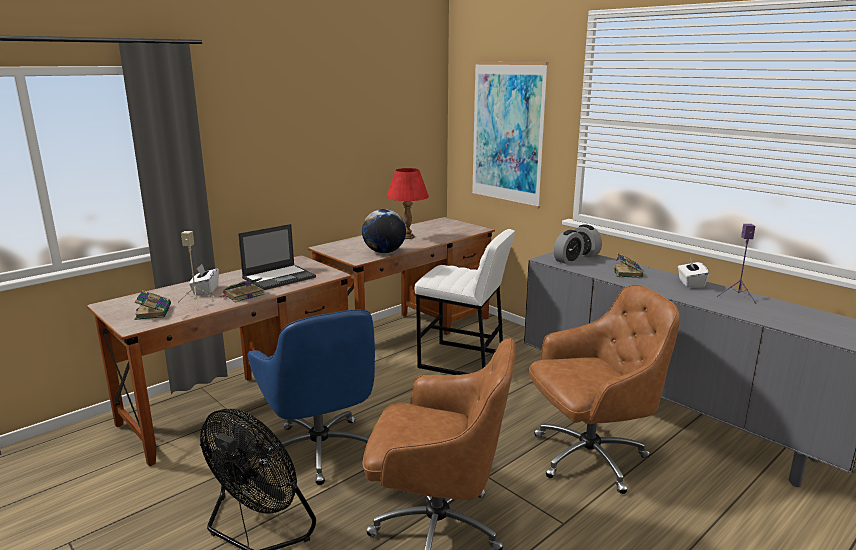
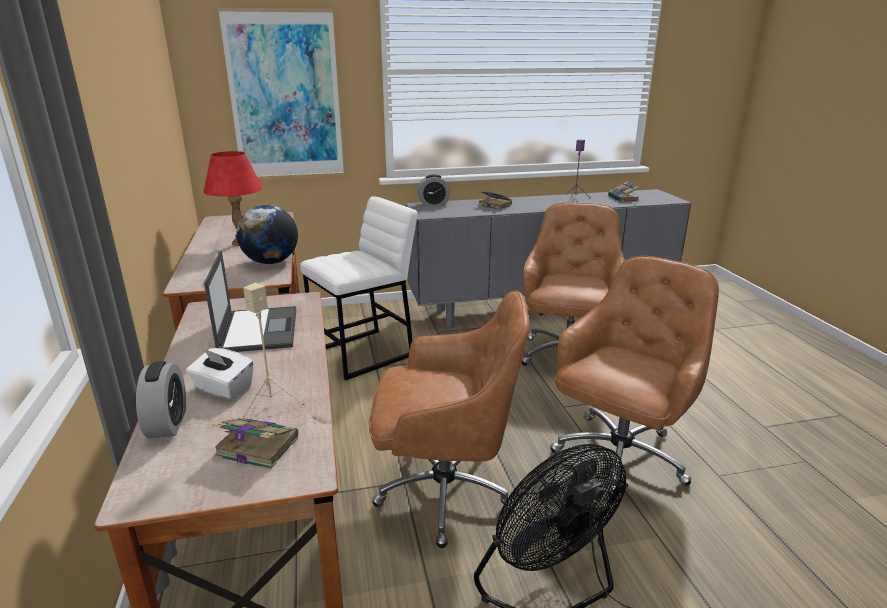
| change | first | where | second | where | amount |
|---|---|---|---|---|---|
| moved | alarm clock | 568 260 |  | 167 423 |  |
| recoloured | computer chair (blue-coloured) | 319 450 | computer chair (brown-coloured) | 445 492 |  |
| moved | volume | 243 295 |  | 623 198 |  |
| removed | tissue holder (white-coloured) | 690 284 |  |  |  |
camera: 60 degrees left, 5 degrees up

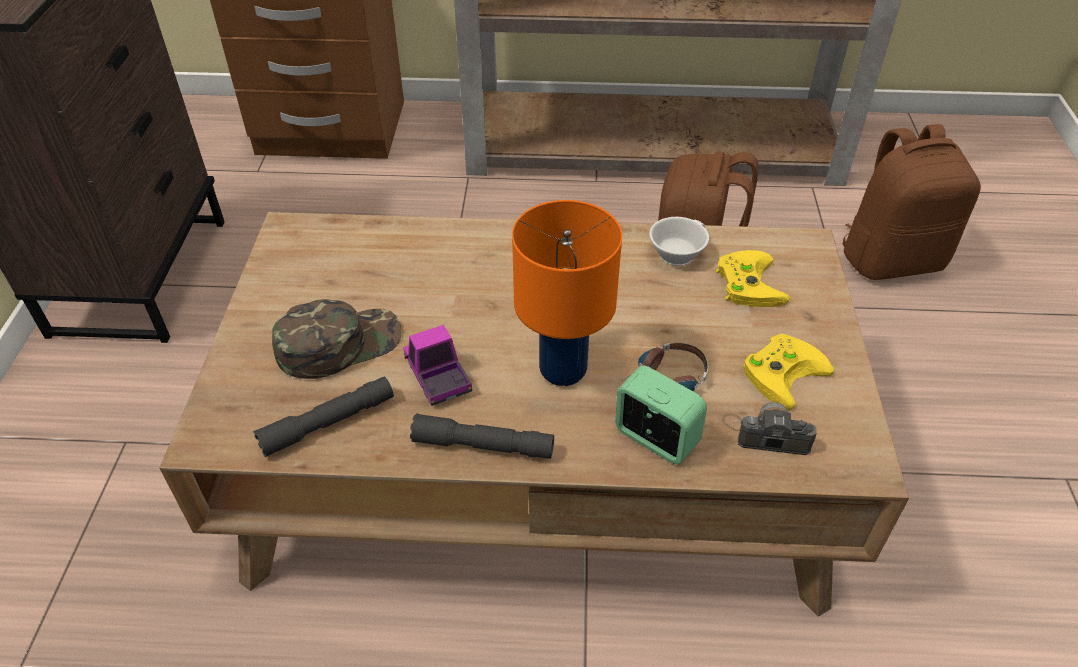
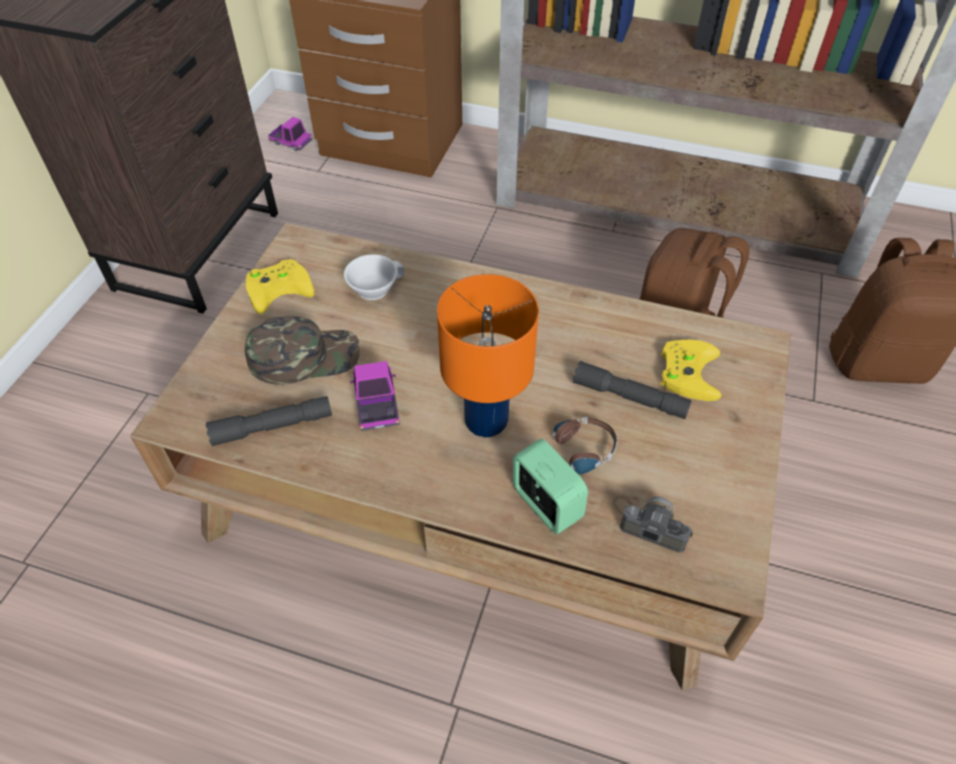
| change | first | where | second | where | amount |
|---|---|---|---|---|---|
| moved | gamepad (yellow) | 783 371 |  | 280 287 |  |
| added |  |  | toy truck | 291 142 |  |
| moved | cup (white-coloured) | 675 252 |  | 373 287 |  |
| moved | hand torch (grey) | 483 445 |  | 629 397 |  |
camera: 15 degrees right, 5 degrees up

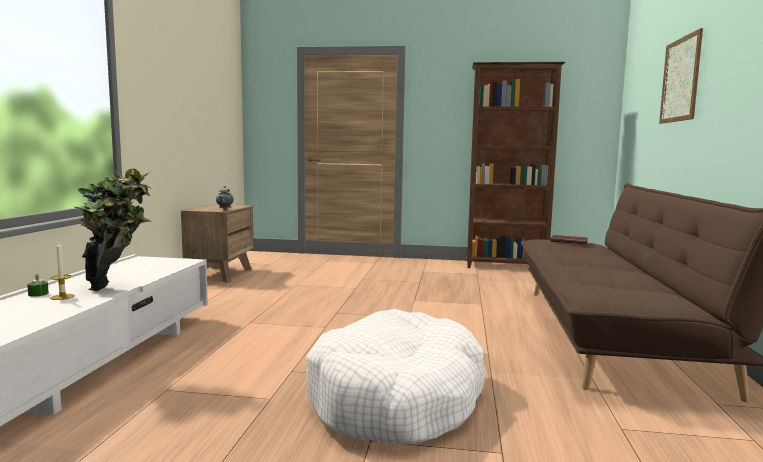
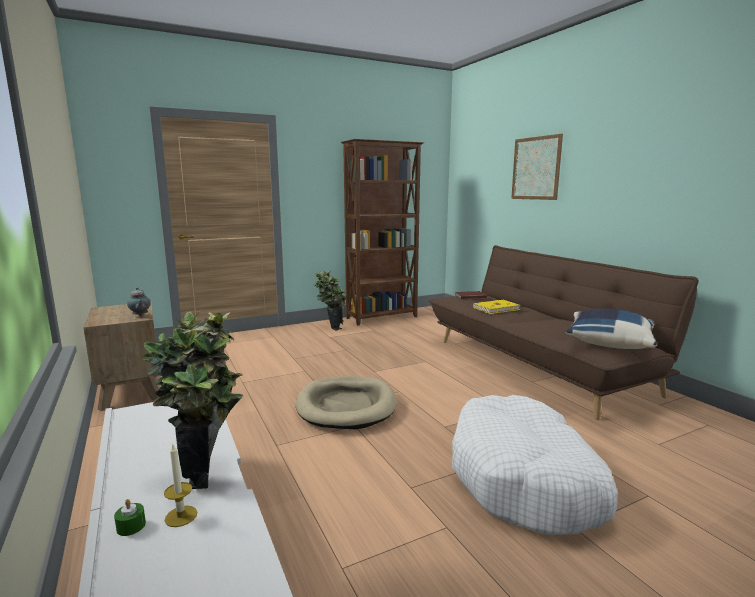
| change | first | where | second | where | amount |
|---|---|---|---|---|---|
| added |  |  | dog bed (beige-coloured) | 346 406 |  |
| added |  |  | plant in a pot | 331 327 |  |
| added |  |  | volume (yellow) | 495 308 |  |
| added |  |  | throw pillow (blue-coloured) | 608 343 |  |
camera: 35 degrees left, 5 degrees up

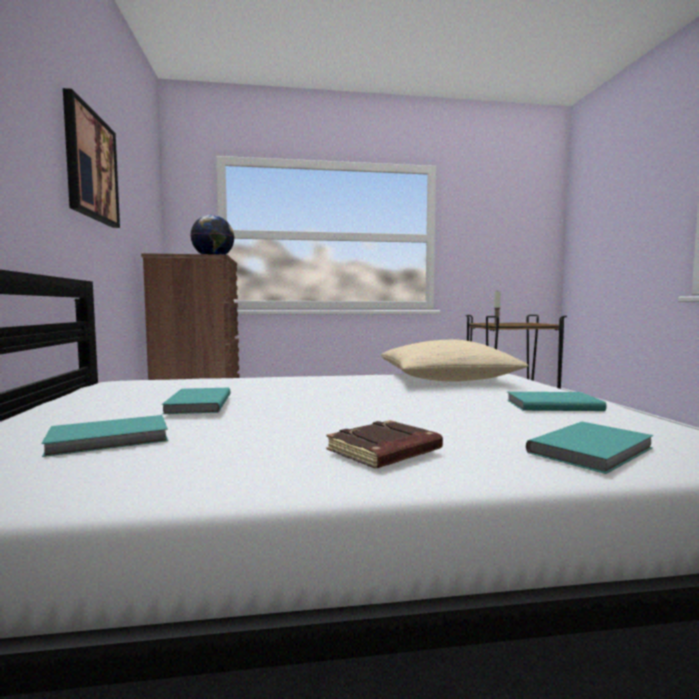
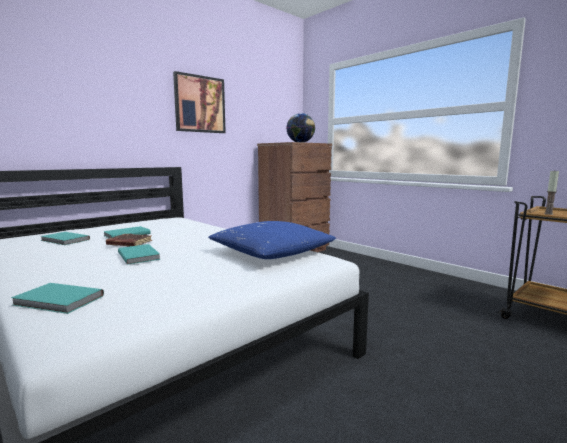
| change | first | where | second | where | amount |
|---|---|---|---|---|---|
| moved | volume (brown-coloured) | 384 452 |  | 128 243 |  |
| moved | volume (blue-green) | 551 405 |  | 139 255 |  |
| recoloured | throw pillow (beige-coloured) | 445 379 | throw pillow (blue-coloured) | 271 253 |  |
camera: 55 degrees right, 5 degrees up

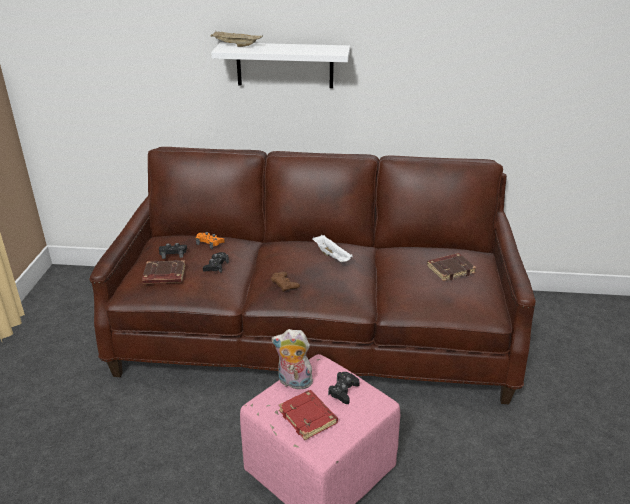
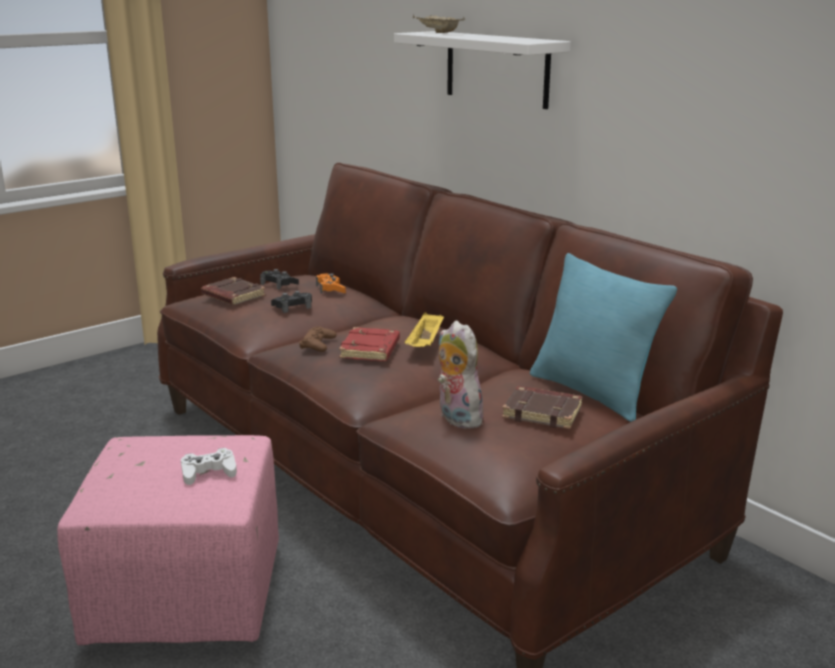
| change | first | where | second | where | amount |
|---|---|---|---|---|---|
| recoloured | gamepad (blackish) | 343 391 | gamepad (white-coloured) | 208 472 |  |
| moved | volume (red) | 309 417 |  | 371 350 |  |
| recoloured | tray (white-coloured) | 332 256 | tray (yellow) | 425 344 |  |
| moved | soft toy | 293 383 |  | 456 418 |  |
| added |  |  | throw pillow (blue-green) | 592 393 |  |
camera: 45 degrees right, 10 degrees down

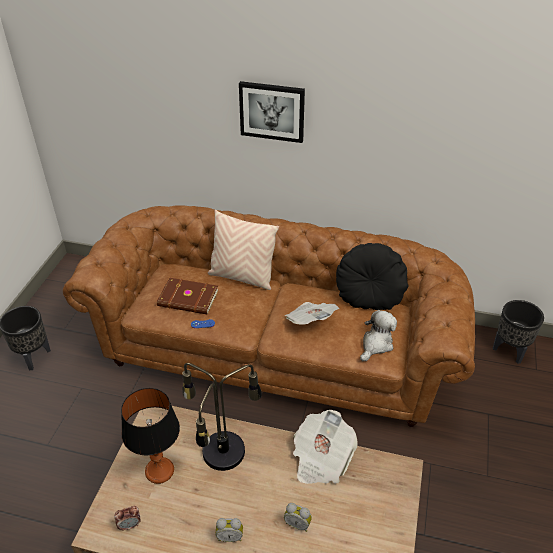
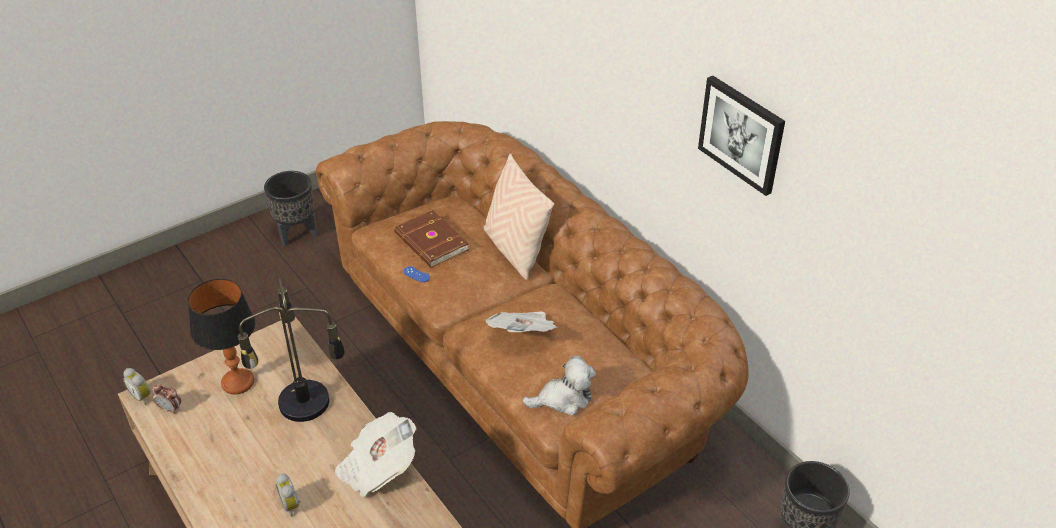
| change | first | where | second | where | amount |
|---|---|---|---|---|---|
| moved | alarm clock | 230 536 |  | 142 396 |  |
| moved | picture | 272 111 |  | 742 134 |  |
| removed | throw pillow (blackish) | 369 301 |  |  |  |
camera: 40 degrees right, 0 degrees up

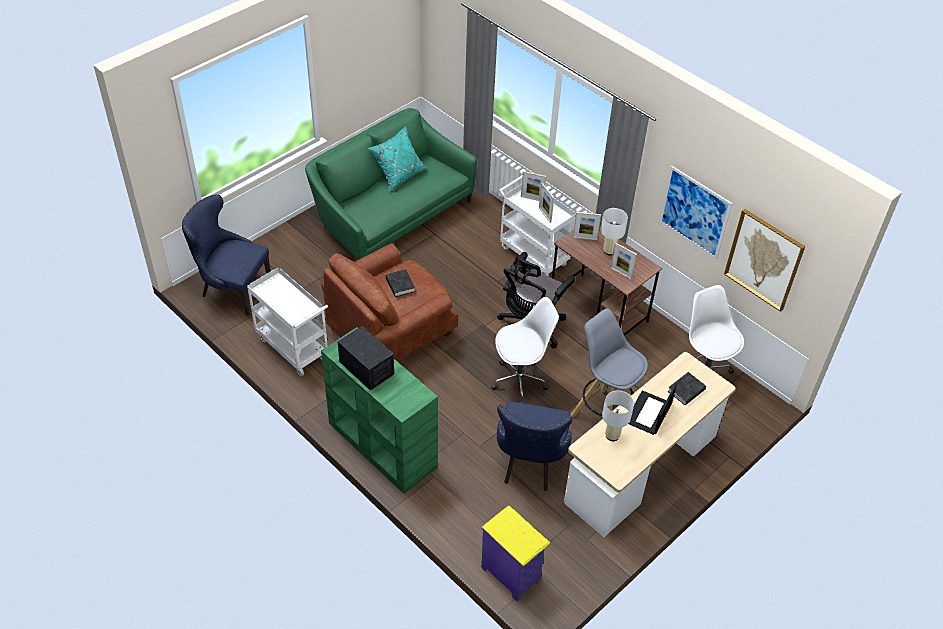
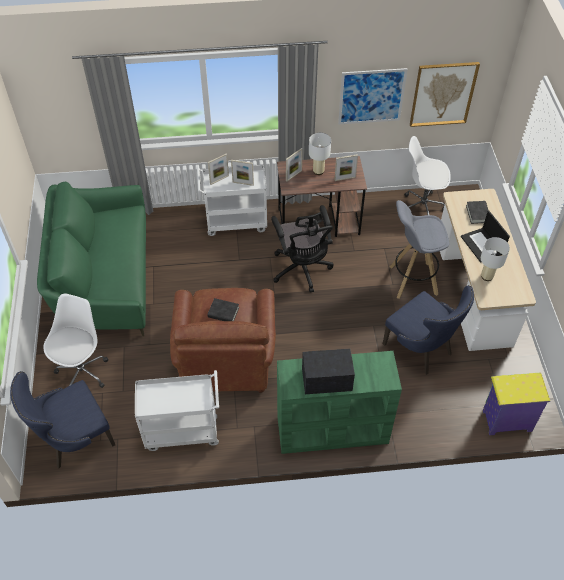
| change | first | where | second | where | amount |
|---|---|---|---|---|---|
| moved | computer chair (white-coloured) | 520 381 |  | 83 371 |  |
| removed | throw pillow (blue-green) | 398 174 |  |  |  |
camera: 50 degrees left, 5 degrees up

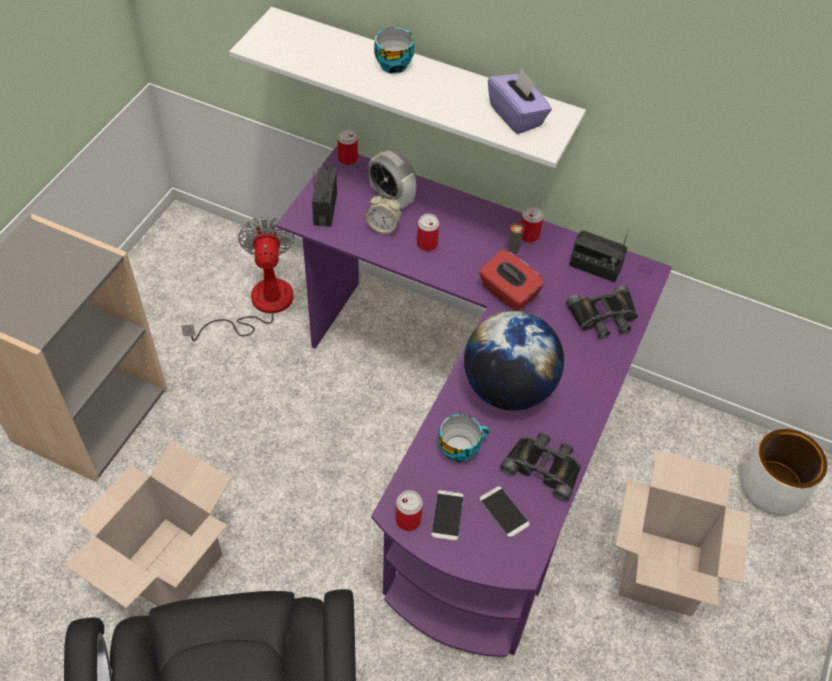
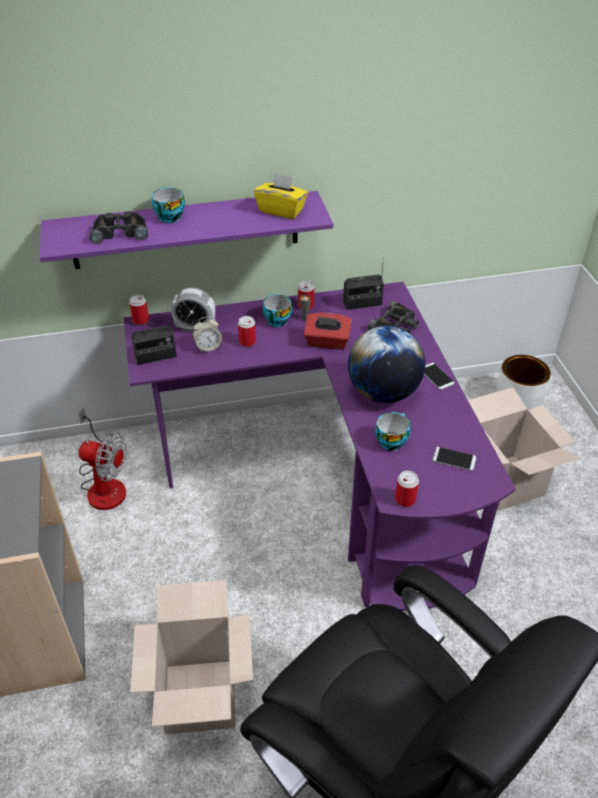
| change | first | where | second | where | amount |
|---|---|---|---|---|---|
| recoloured | wall shelf (white-coloured) | 421 85 | wall shelf (purplish) | 185 230 |  |
| turned | electric fan | 259 305 |  | 104 484 | 150 degrees clockwise |
| moved | binoculars (blackish) | 543 467 |  | 120 232 |  |
| turned | radio set | 325 209 |  | 156 356 | 75 degrees counterclockwise |
| recoloured | tissue holder (purplish) | 516 116 | tissue holder (yellow) | 281 210 |  |
| added |  |  | cup | 276 319 |  |
| moved | handset | 447 515 |  | 436 376 |  |
camera: 35 degrees left, 10 degrees down

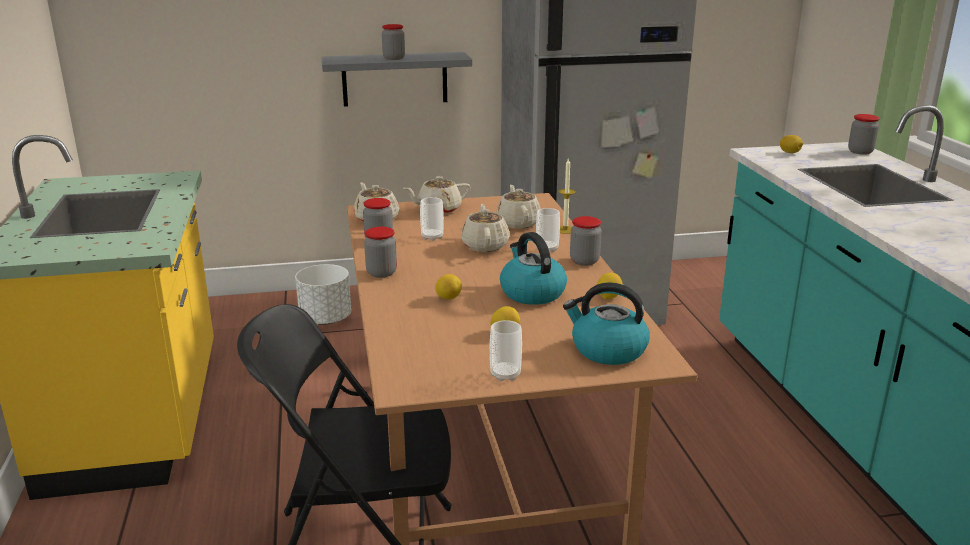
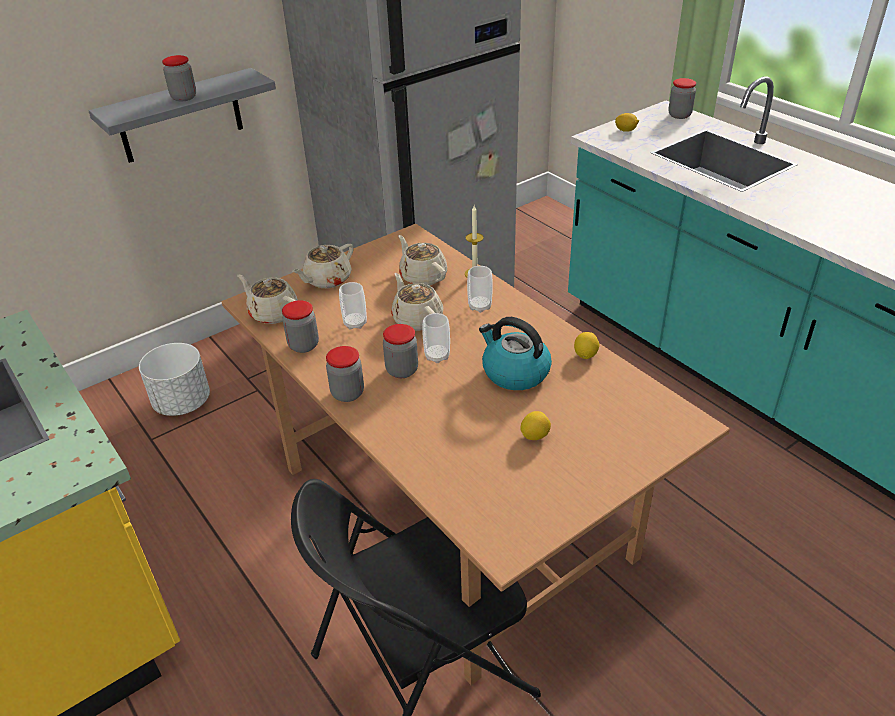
| change | first | where | second | where | amount |
|---|---|---|---|---|---|
| moved | preserve jar | 584 261 |  | 402 370 |  |
| moved | cup | 505 375 |  | 437 356 |  |
| removed | lemon | 448 298 |  |  |  |
| removed | kettle | 607 350 |  |  |  |
camera: 25 degrees left, 15 degrees up

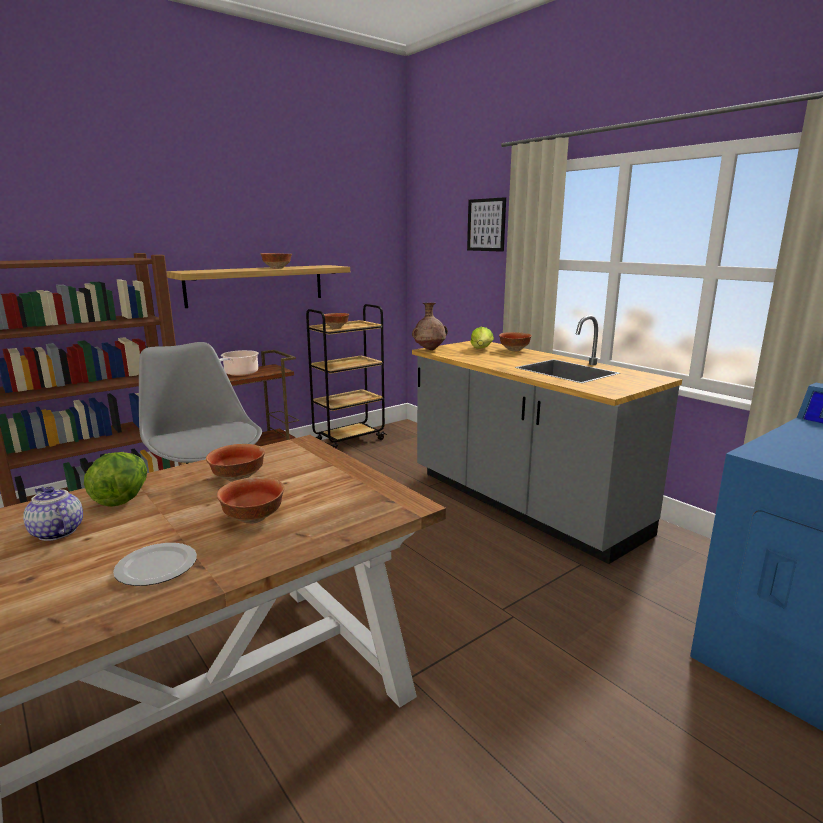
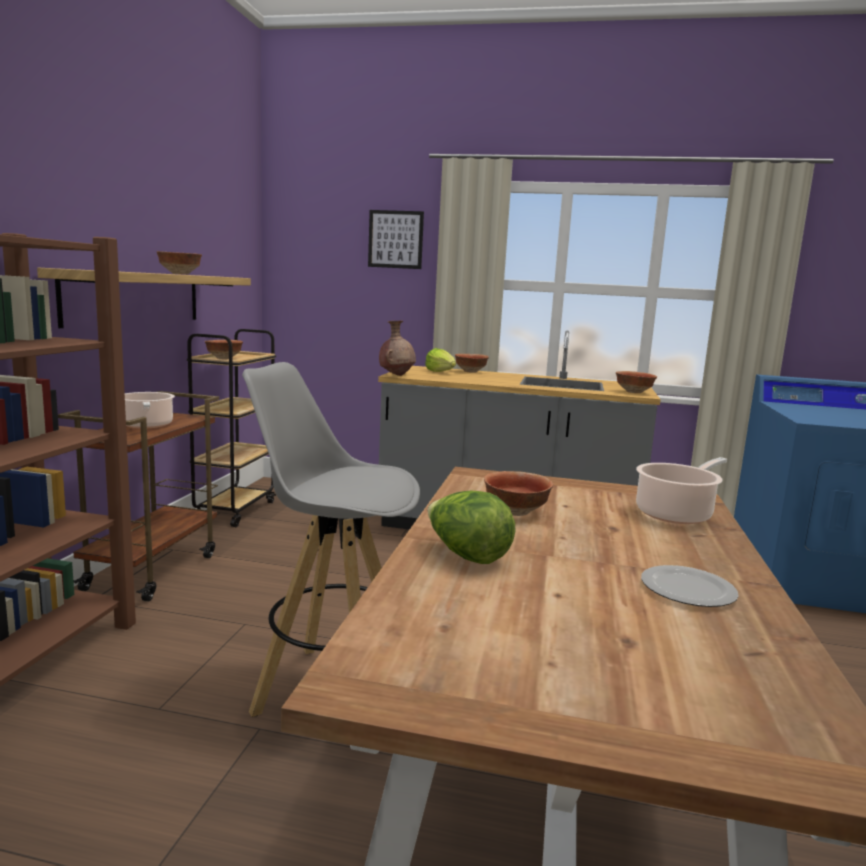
| change | first | where | second | where | amount |
|---|---|---|---|---|---|
| moved | serving bowl | 254 518 |  | 634 392 |  |
| added |  |  | saucepot | 676 513 |  |
| removed | teapot | 55 532 |  |  |  |
camera: 40 degrees left, 5 degrees down

